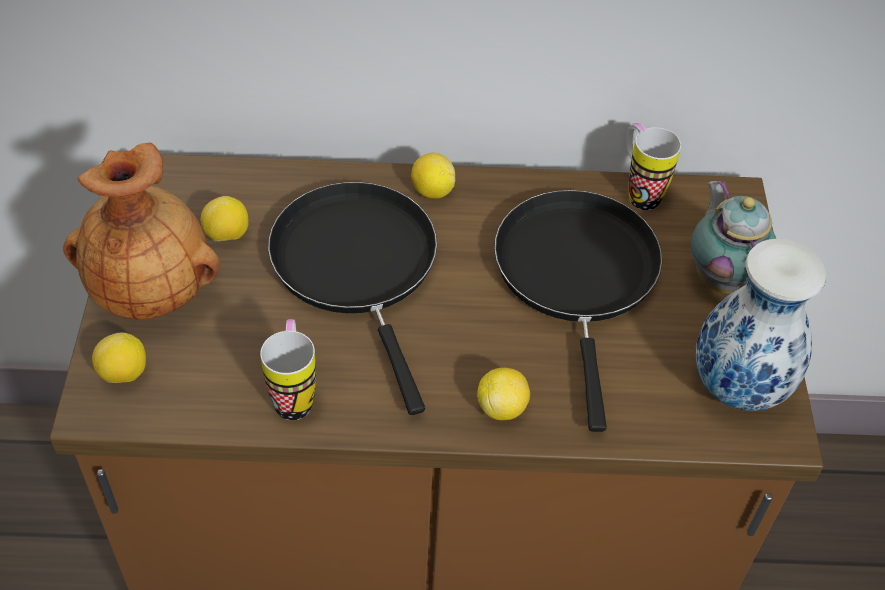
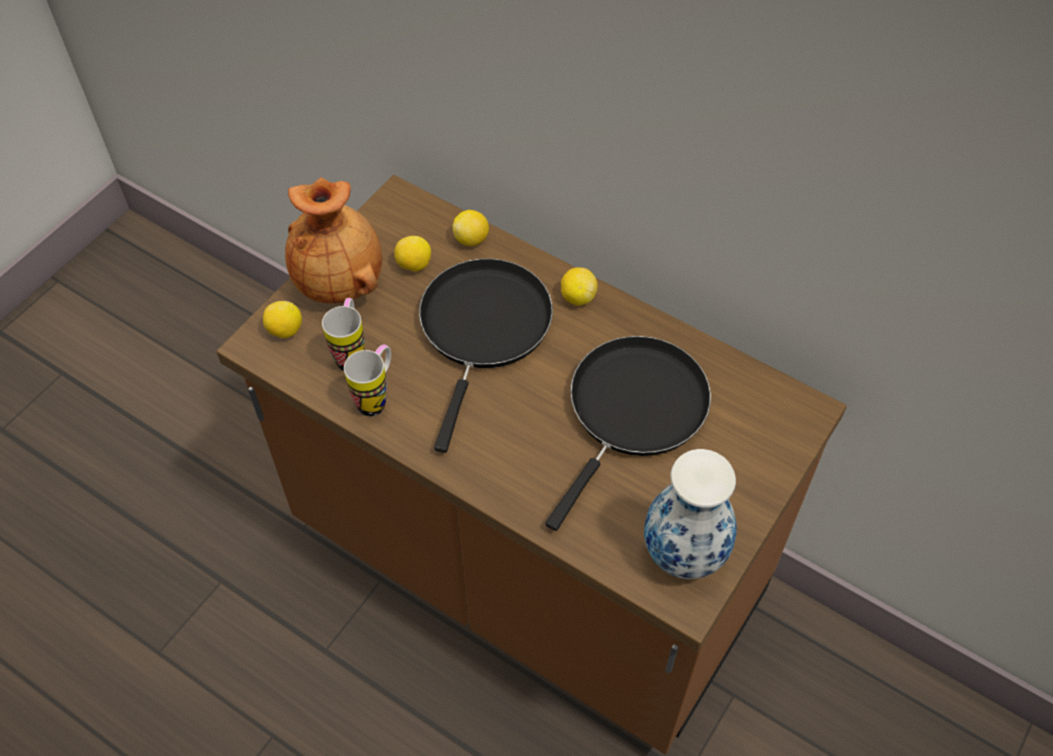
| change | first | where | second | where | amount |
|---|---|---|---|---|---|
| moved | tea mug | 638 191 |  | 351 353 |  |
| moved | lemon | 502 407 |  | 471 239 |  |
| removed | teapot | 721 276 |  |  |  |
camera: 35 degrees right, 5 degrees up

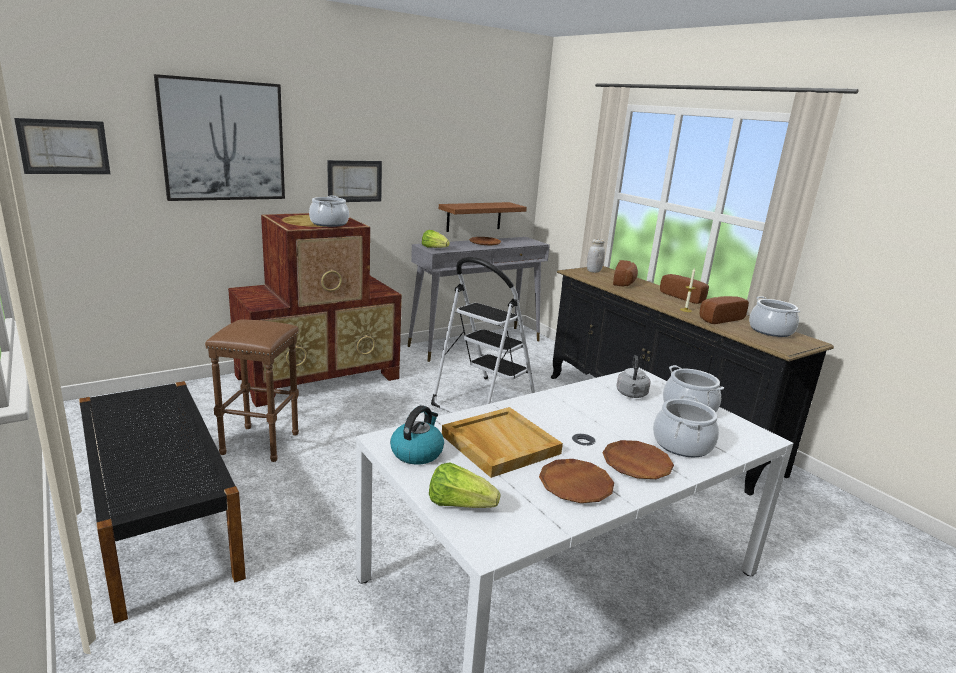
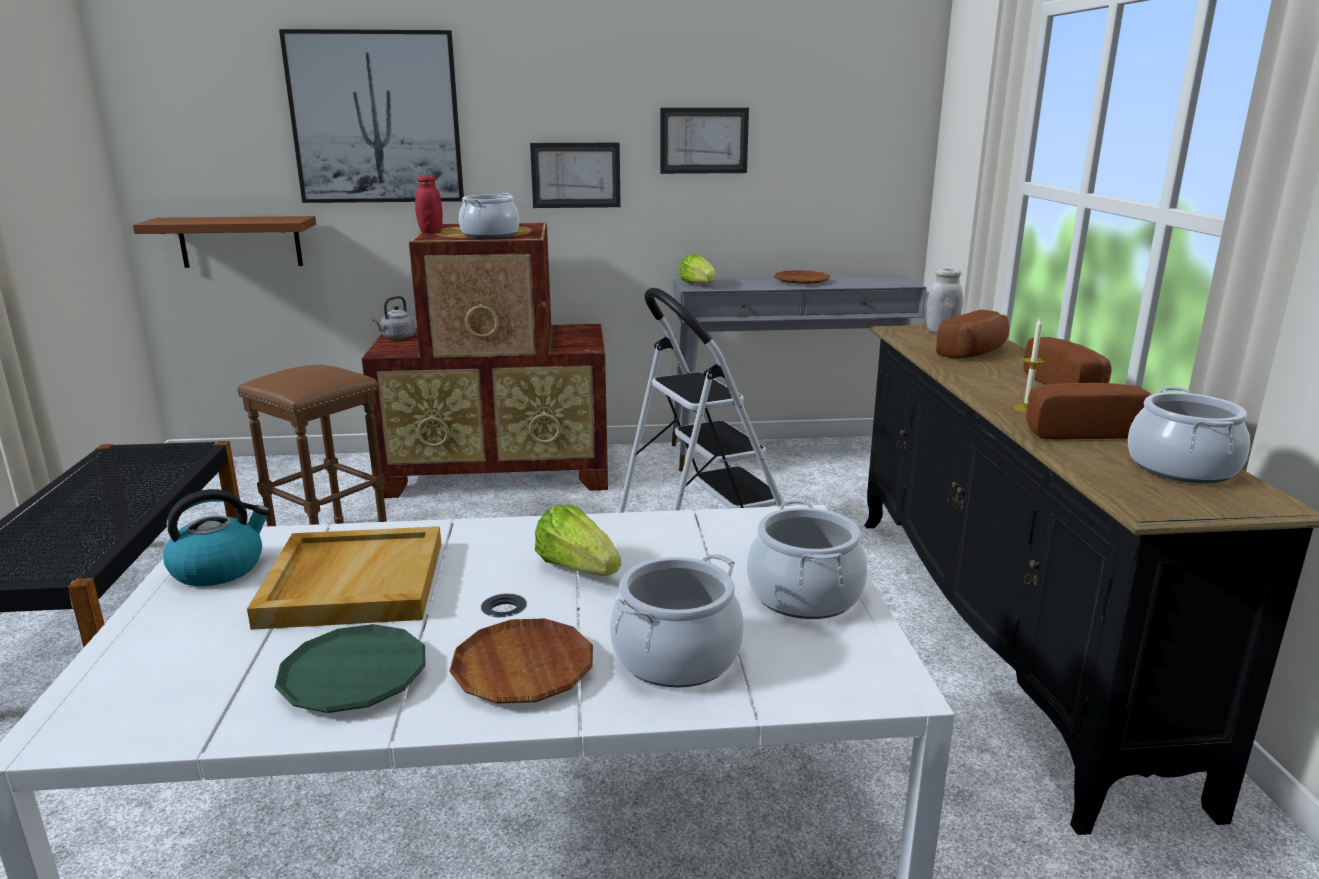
| change | first | where | second | where | amount |
|---|---|---|---|---|---|
| moved | wall shelf (brown-coloured) | 474 216 |  | 240 241 |  |
| recoloured | dinner plate (brown-coloured) | 575 485 | dinner plate (green-coloured) | 354 677 |  |
| moved | kettle (grey) | 631 395 |  | 397 337 |  |
| added |  |  | preserve jar (red) | 430 232 |  |
| moved | lettuce head | 459 504 |  | 578 568 |  |
| moved | picture | 64 147 |  | 704 140 |  |
camera: 30 degrees right, 0 degrees up

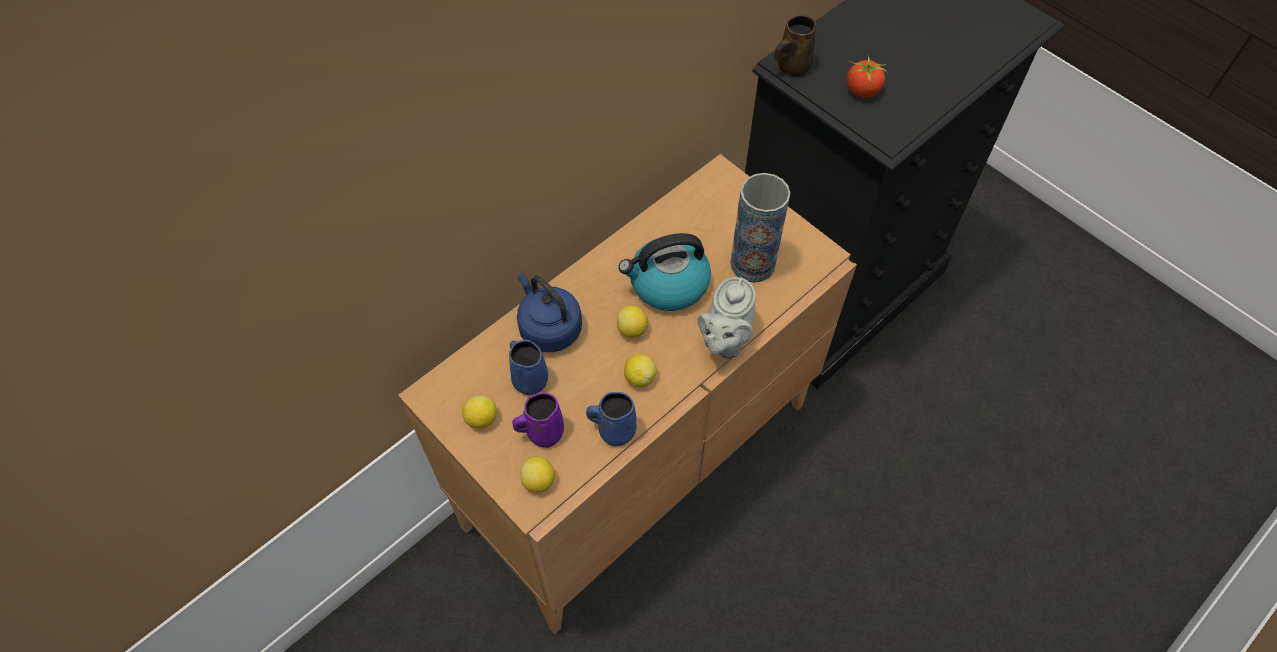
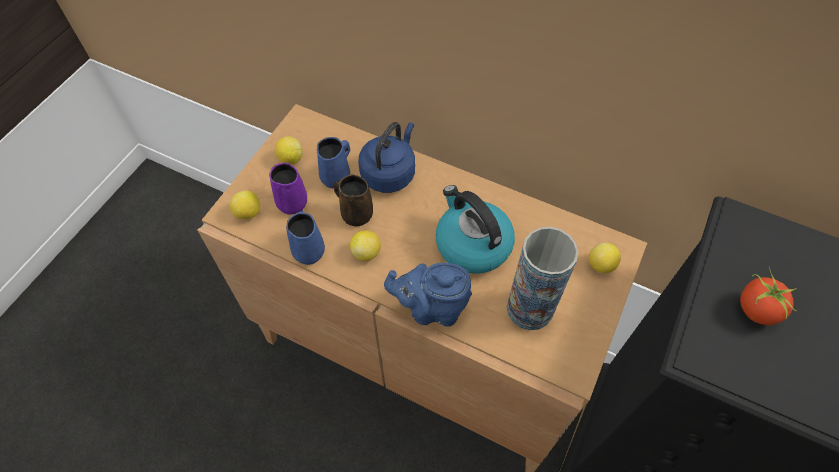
| change | first | where | second | where | amount |
|---|---|---|---|---|---|
| moved | tea mug (brown-coloured) | 791 67 |  | 355 213 |  |
| recoloured | teapot (grey) | 724 340 | teapot (blue-coloured) | 432 308 |  |
| moved | lemon | 632 330 |  | 601 265 |  |
camera: 70 degrees right, 0 degrees up

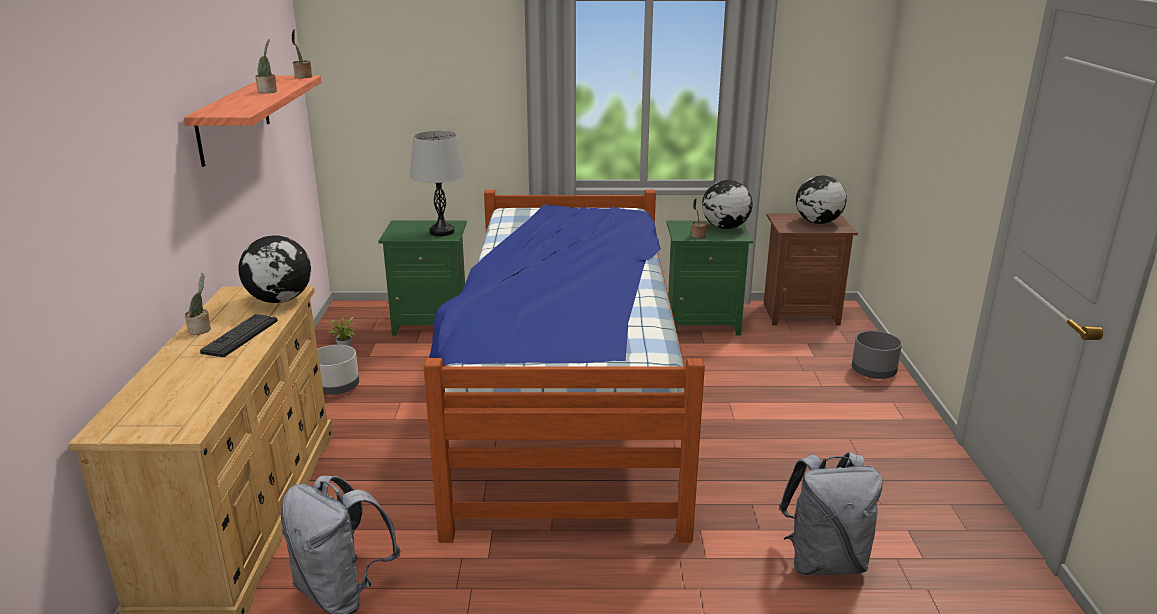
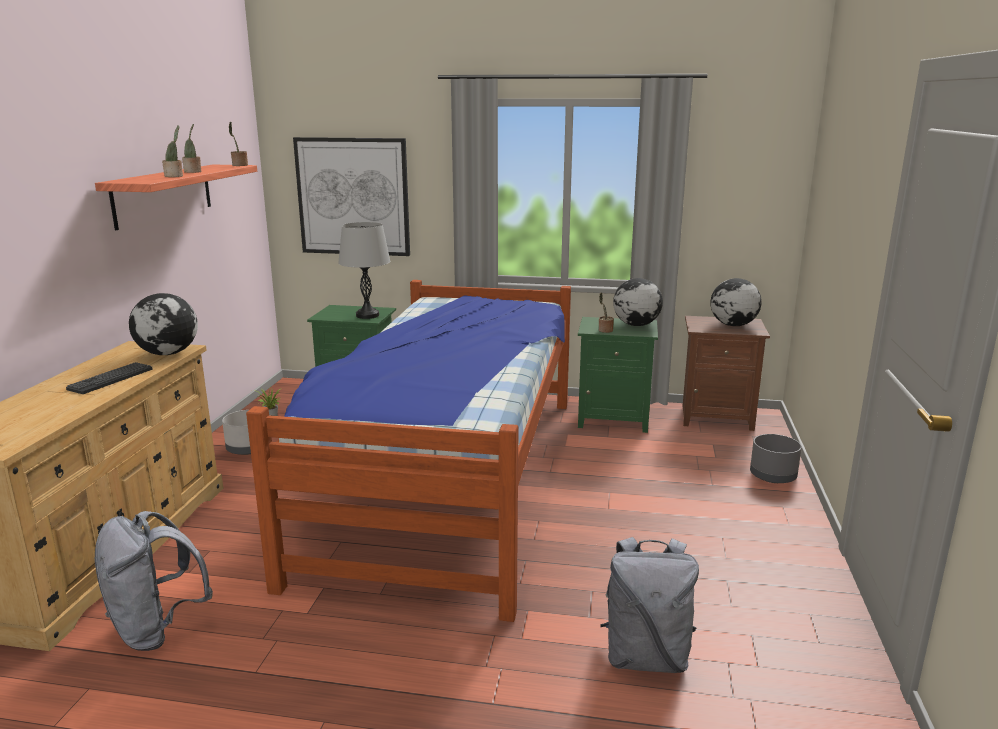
| change | first | where | second | where | amount |
|---|---|---|---|---|---|
| moved | plant in a pot | 201 330 |  | 175 176 |  |
| added |  |  | picture | 353 197 |  |
camera: 10 degrees right, 5 degrees down

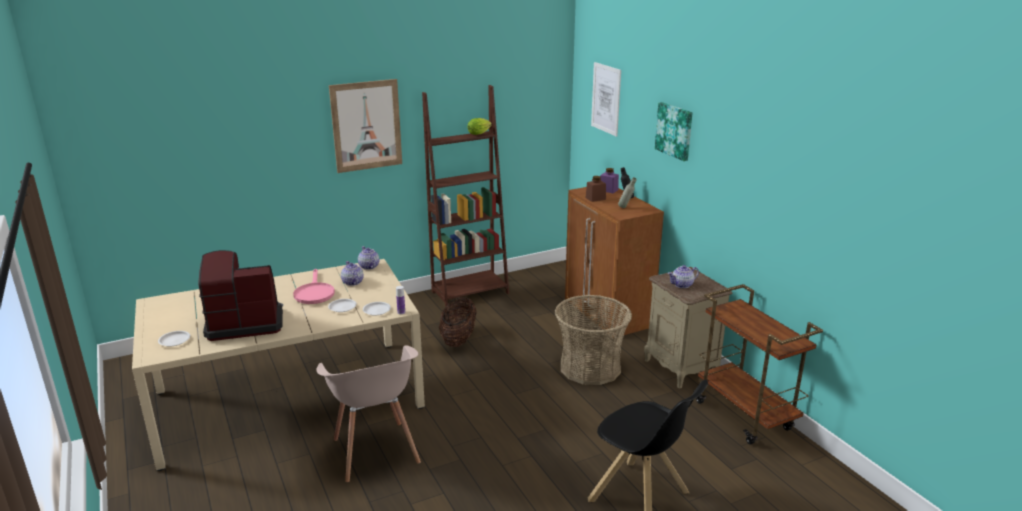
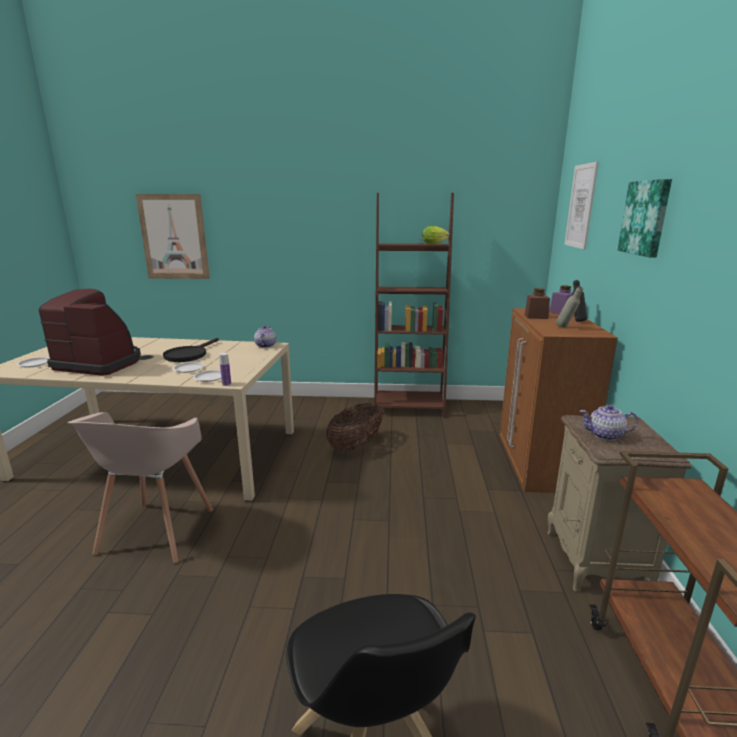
| change | first | where | second | where | amount |
|---|---|---|---|---|---|
| moved | picture | 366 125 |  | 174 237 |  |
| recoloured | frying pan (pinkish) | 314 293 | frying pan (blackish) | 189 355 |  |
| removed | teapot | 352 282 |  |  |  |
| removed | basket | 590 368 |  |  |  |
camera: 30 degrees right, 5 degrees down

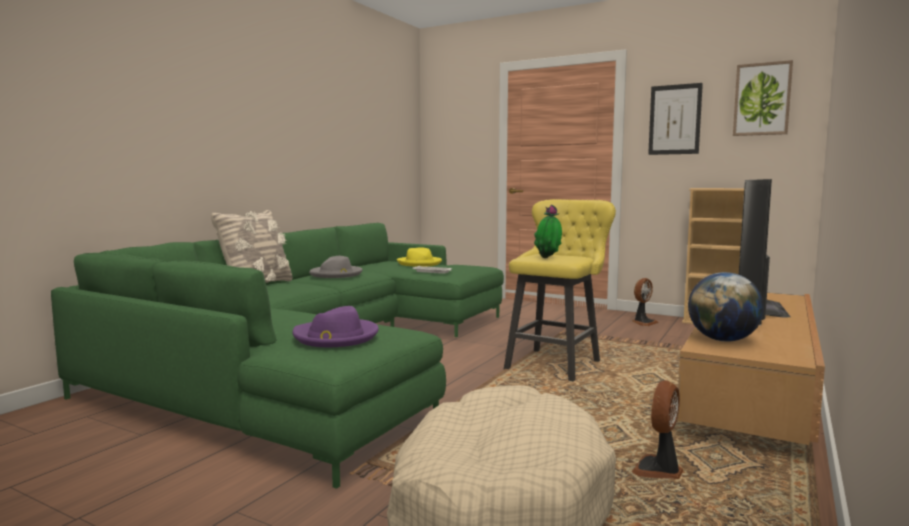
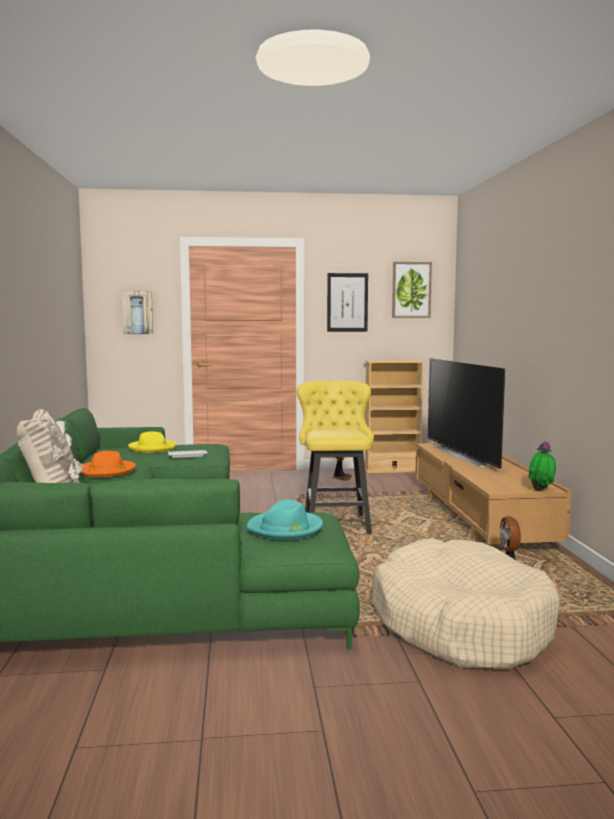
| change | first | where | second | where | amount |
|---|---|---|---|---|---|
| recoloured | wearable hat (grey) | 336 274 | wearable hat (orange-coloured) | 107 471 |  |
| added |  |  | picture | 138 312 |  |
| recoloured | wearable hat (purplish) | 335 337 | wearable hat (blue-green) | 285 529 |  |
| moved | plant in a pot | 548 258 |  | 541 490 |  |
| removed | world globe | 722 340 |  |  |  |
camera: 35 degrees left, 0 degrees up

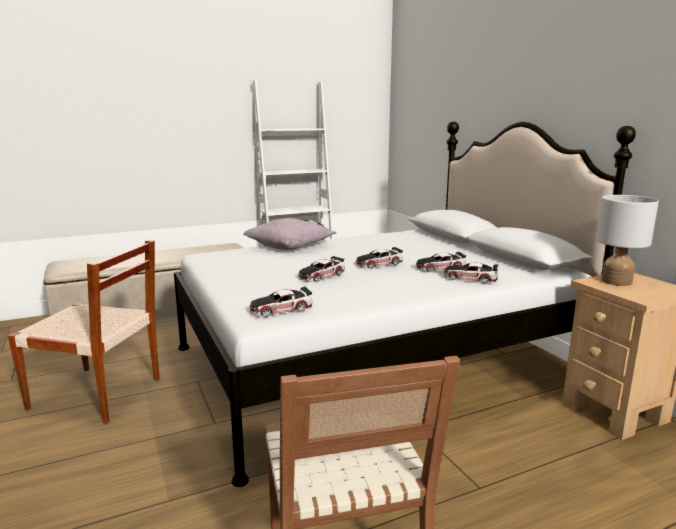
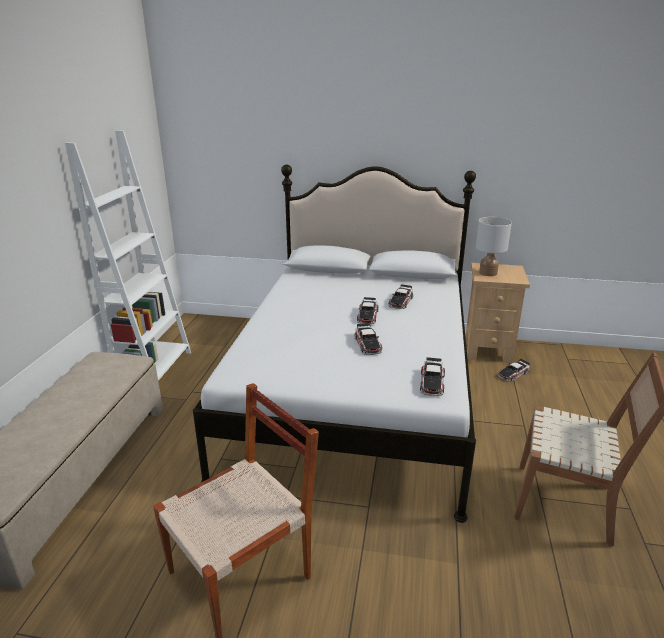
| change | first | where | second | where | amount |
|---|---|---|---|---|---|
| moved | miniature car | 470 278 |  | 513 374 |  |
| removed | throw pillow (purplish) | 290 245 |  |  |  |
camera: 55 degrees left, 10 degrees up

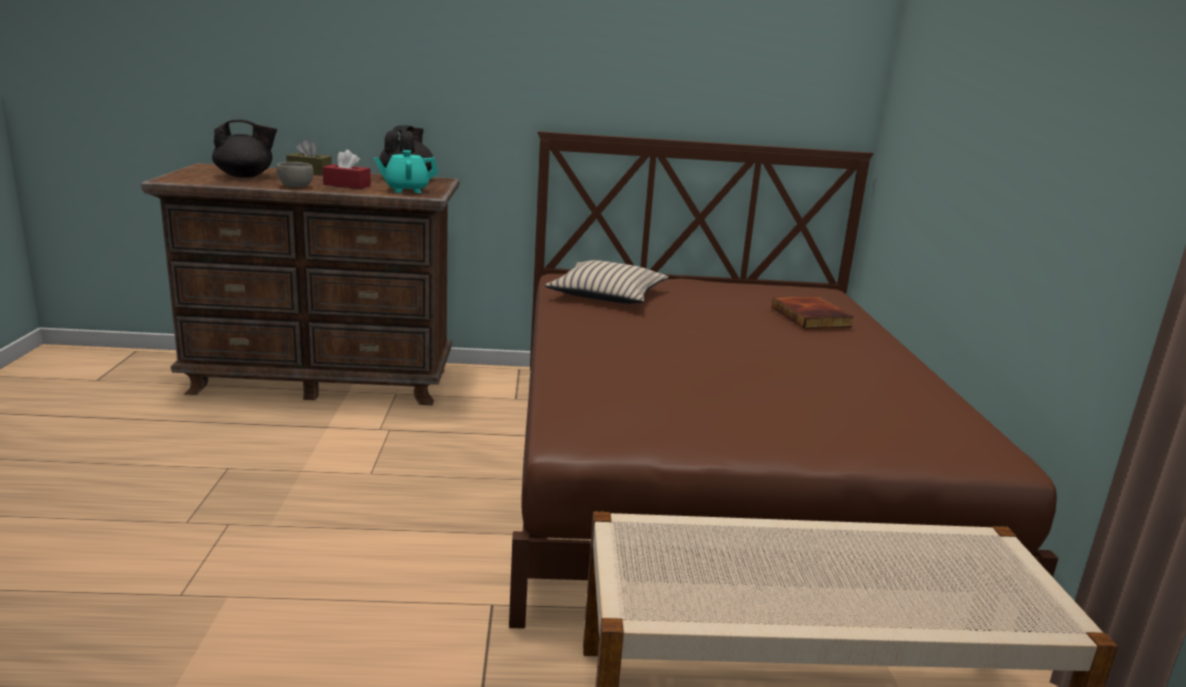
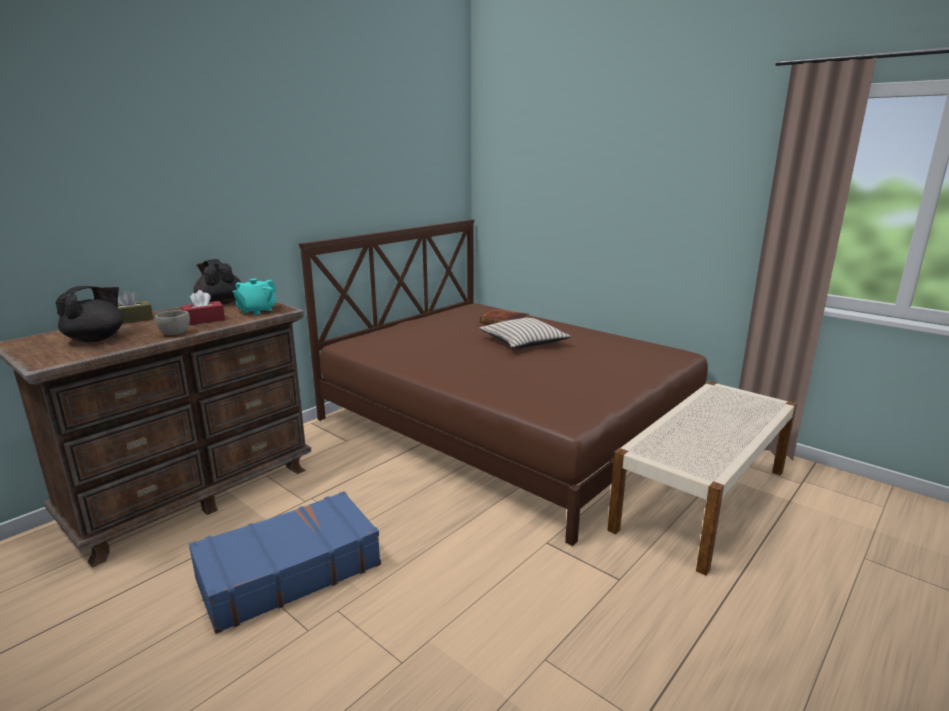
| change | first | where | second | where | amount |
|---|---|---|---|---|---|
| added |  |  | suitcase (blue-coloured) | 288 571 |  |
| moved | throw pillow (beige-coloured) | 607 295 |  | 524 342 |  |
camera: 45 degrees left, 0 degrees up

